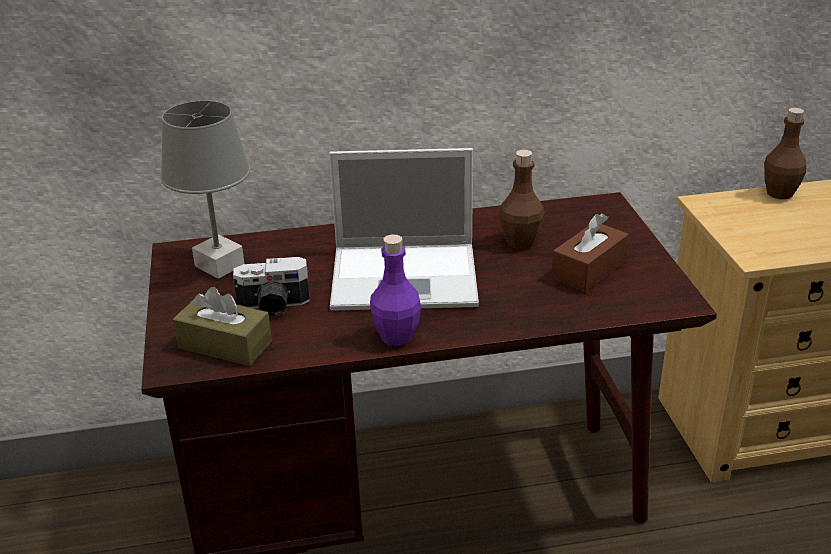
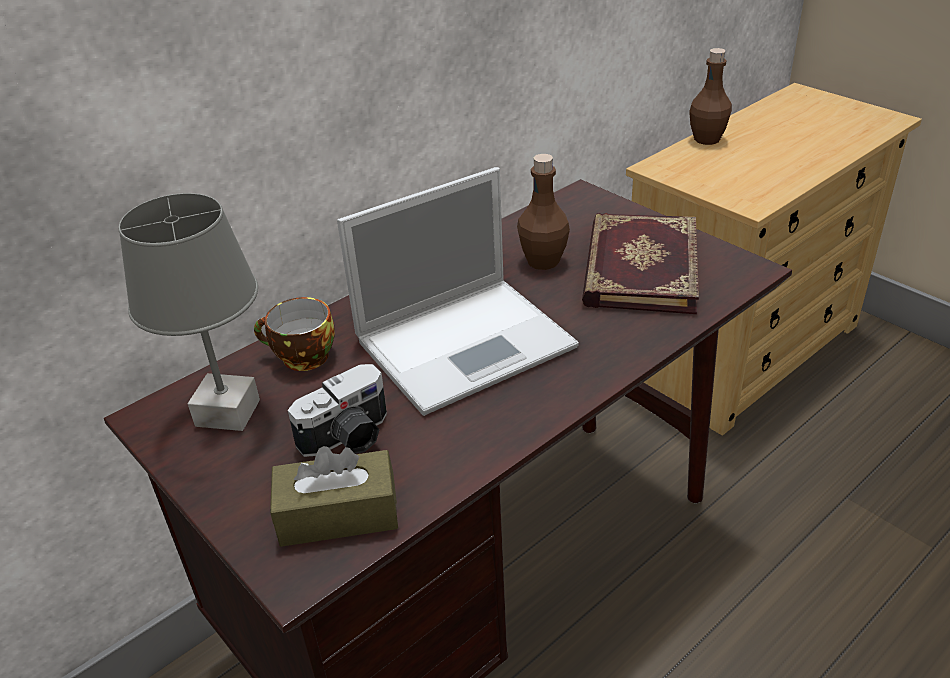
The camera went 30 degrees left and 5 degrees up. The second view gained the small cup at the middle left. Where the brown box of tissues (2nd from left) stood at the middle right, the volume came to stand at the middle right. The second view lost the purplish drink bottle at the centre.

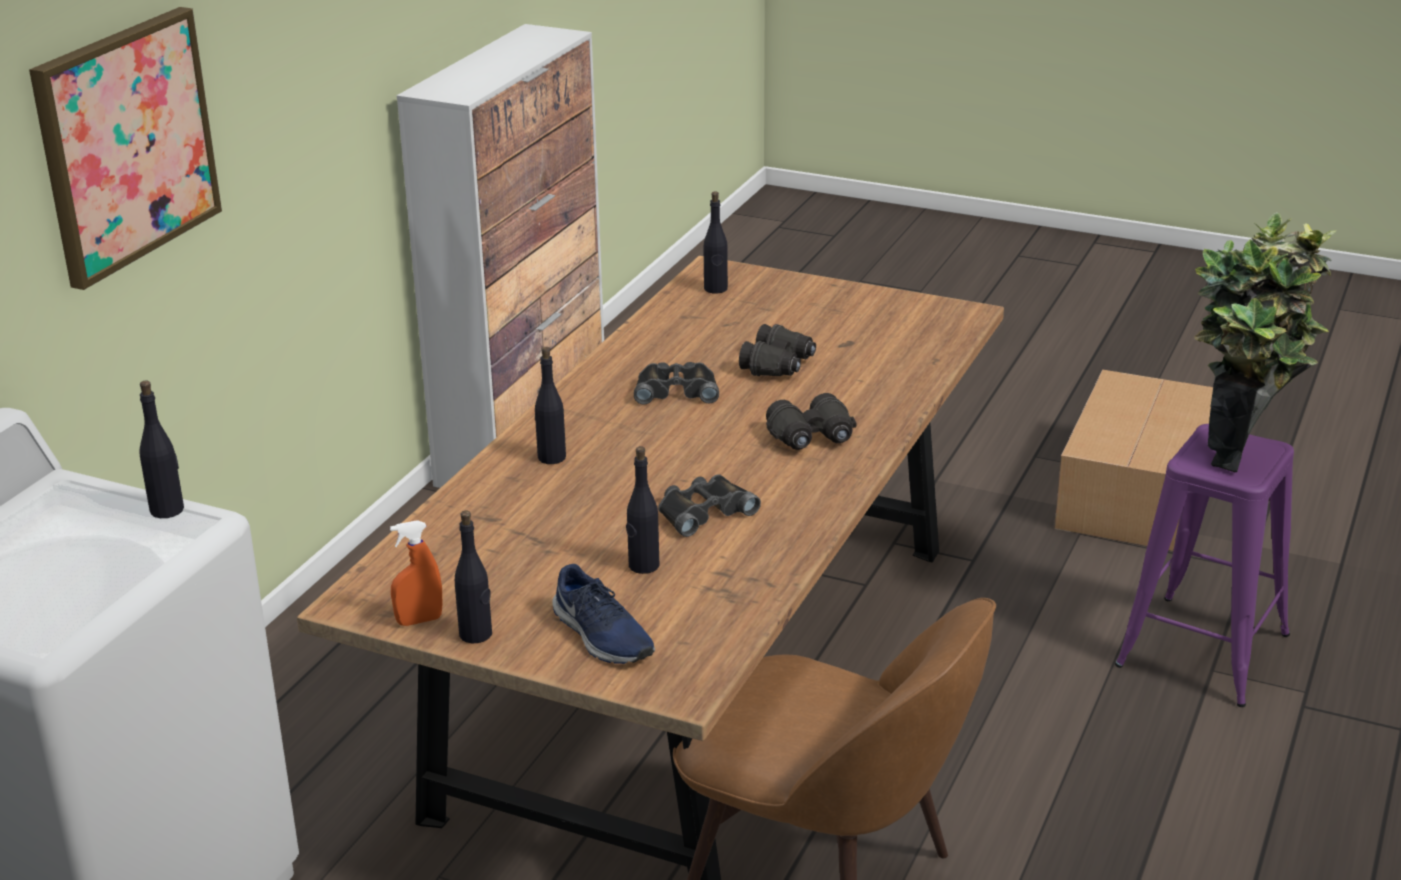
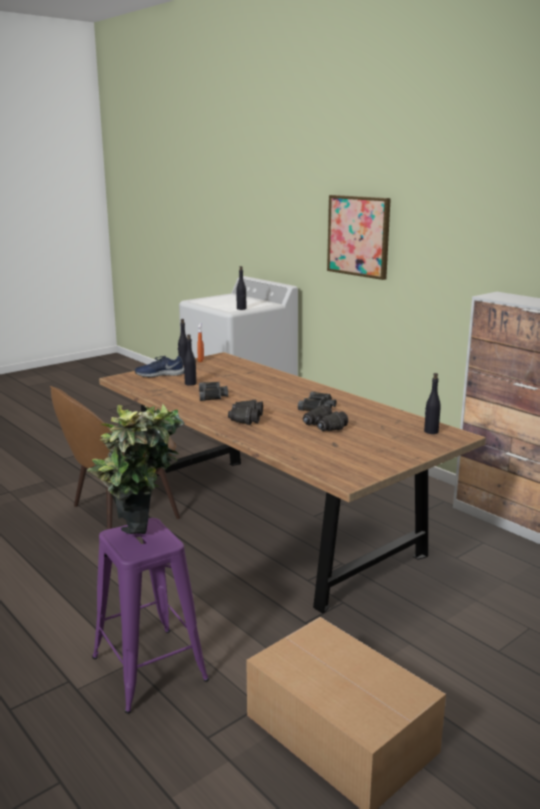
The camera went 115 degrees right and 10 degrees down. The second view lost the black-coloured drink bottle (3rd from left) at the centre.

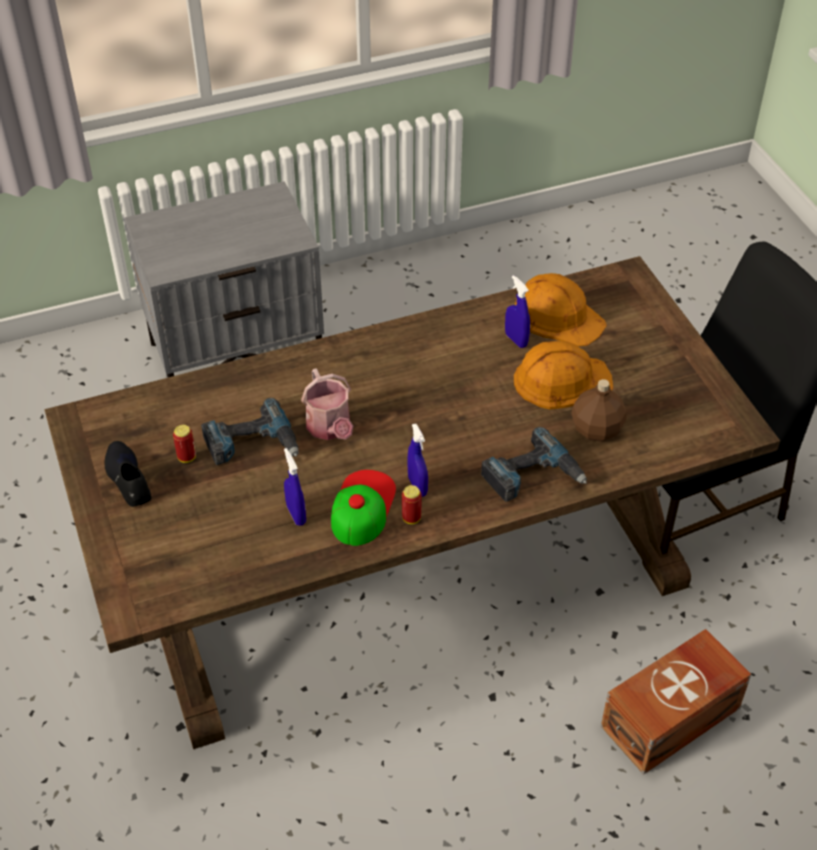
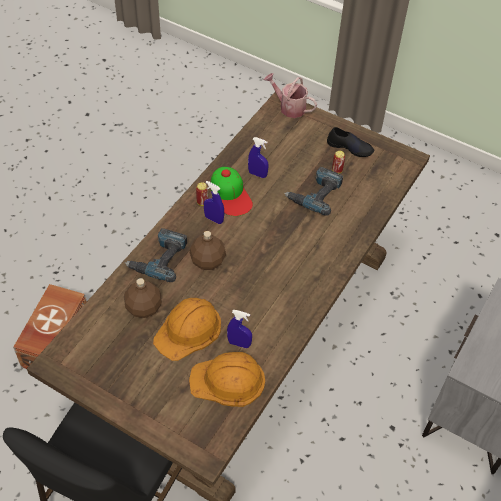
The camera went 140 degrees right and 5 degrees up. The second view gained the brown drink bottle (2nd from left) at the centre. The watering pot ended up elsewhere, having gone from the centre to the top centre.

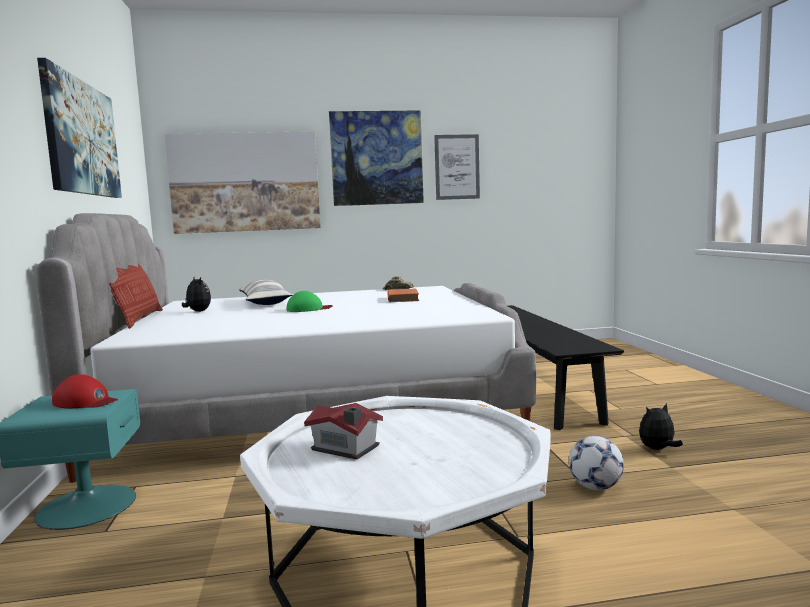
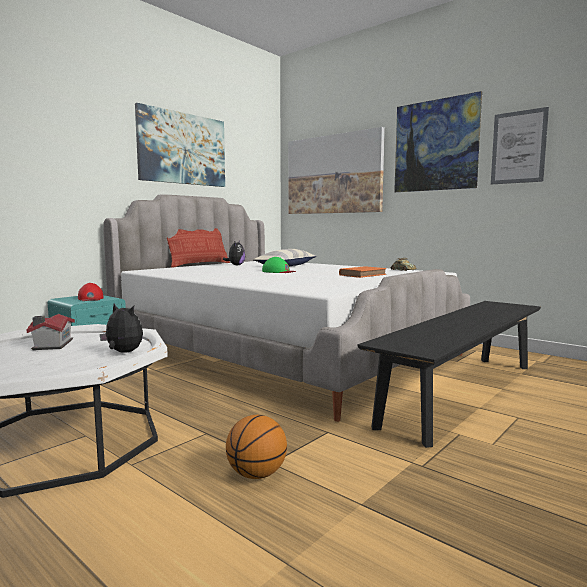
The camera went 50 degrees right and 0 degrees up. The soft toy (2nd from left in the first image) ended up elsewhere, having gone from the bottom right to the middle left. Where the football stood at the bottom right, the basketball ball came to stand at the bottom centre.

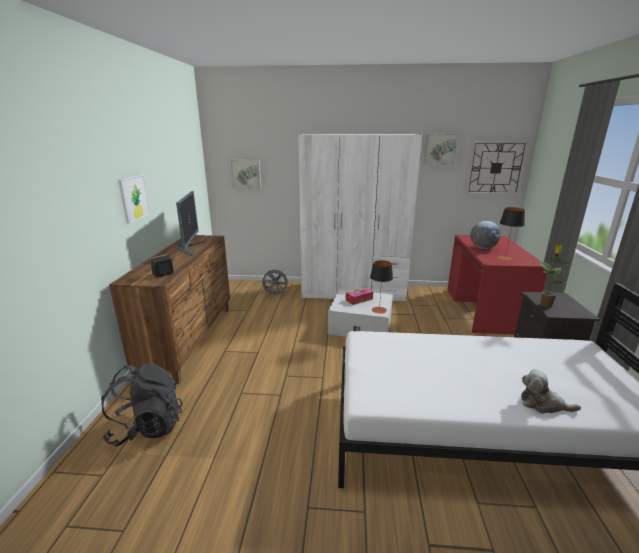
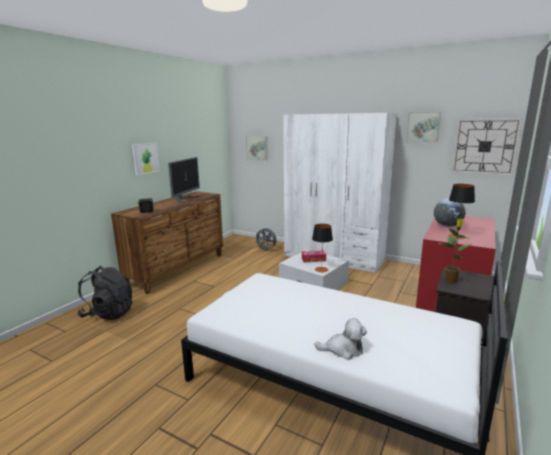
The camera went 25 degrees right and 5 degrees down. The soft toy at the bottom right ended up facing another way, 135 degrees clockwise from before.

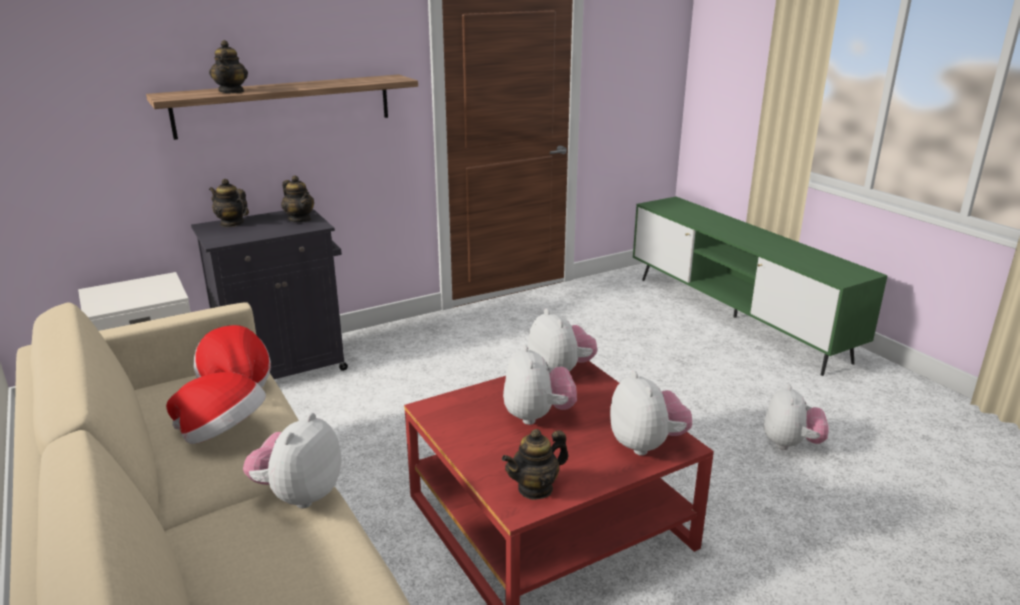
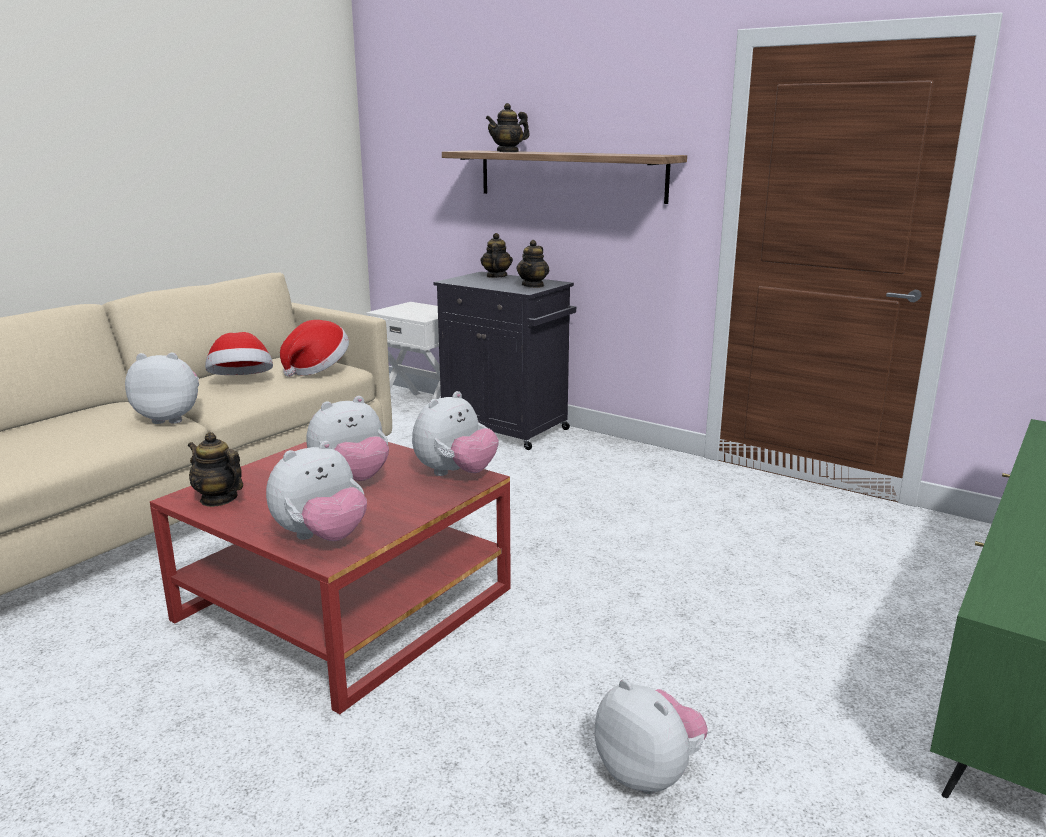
The camera went 65 degrees right and 5 degrees down. The soft toy (5th from left) at the bottom right ended up facing another way, 120 degrees counterclockwise from before.

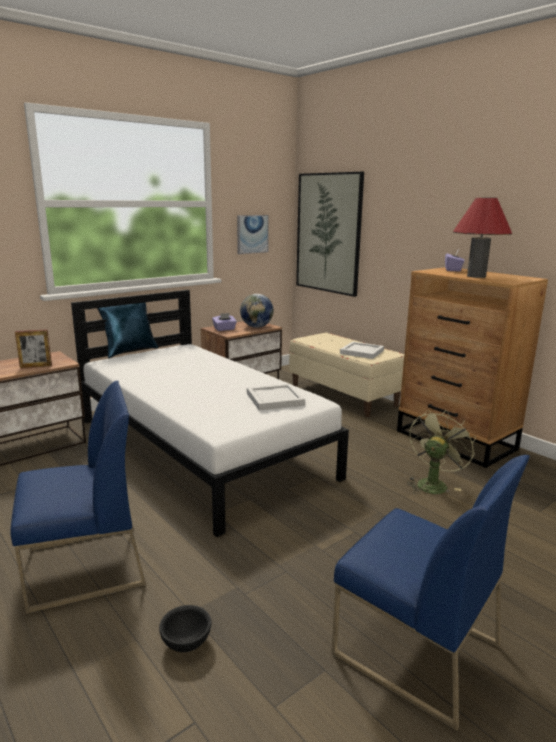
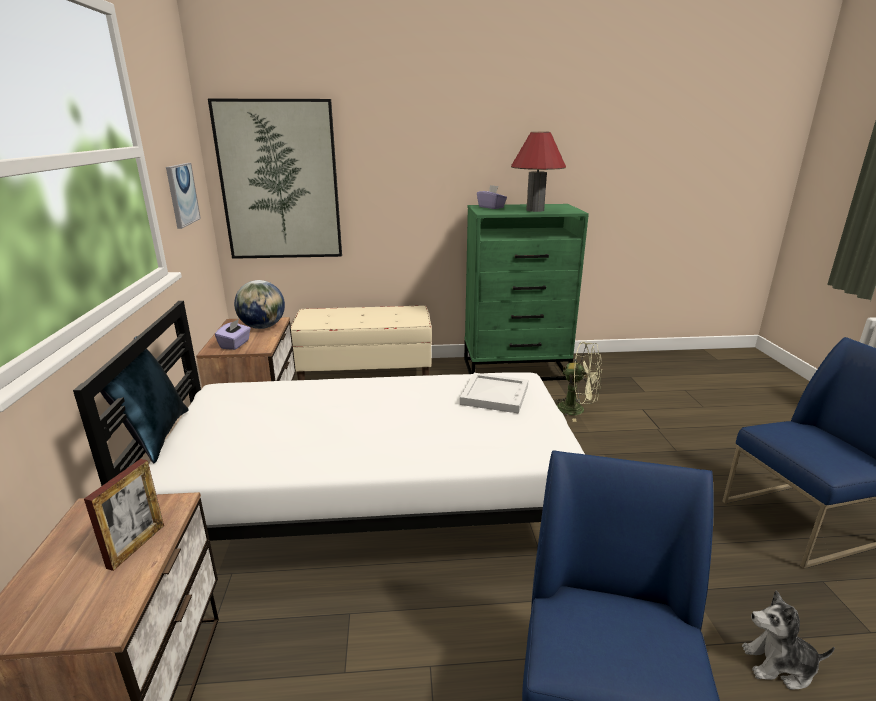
The camera went 55 degrees left and 5 degrees up. What was the brown drawer chest at the middle right turned into the green-coloured drawer chest at the centre. The green-coloured electric fan at the middle right ended up facing another way, 135 degrees clockwise from before. Where the black-coloured serving bowl stood at the bottom left, the soft toy came to stand at the bottom right. The second view lost the white carrying tray (2nd from left) at the centre.

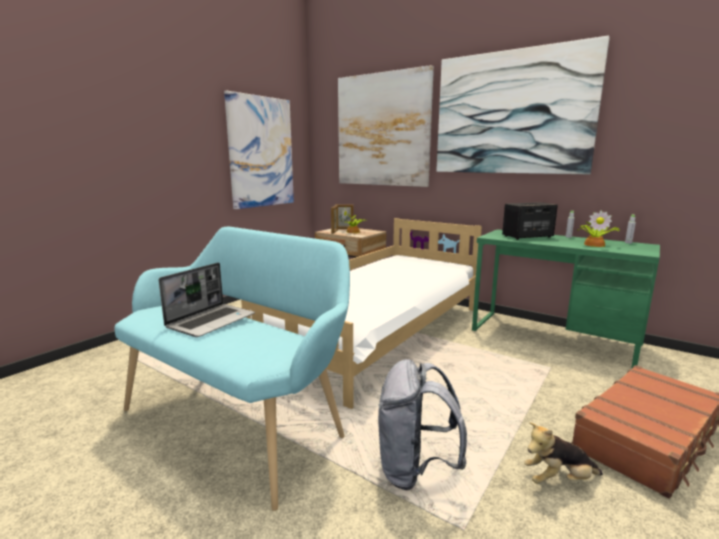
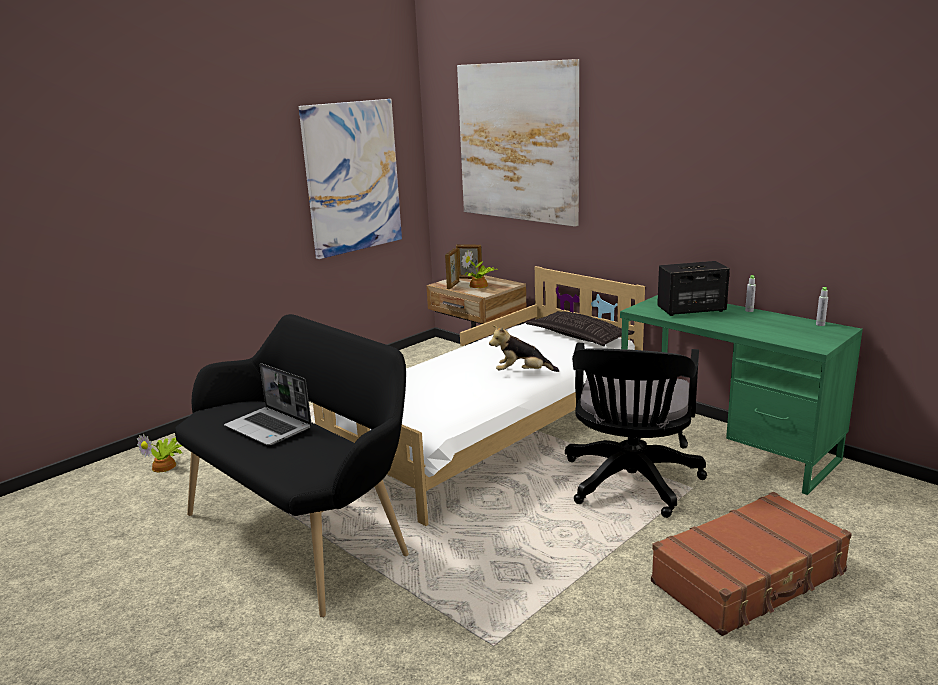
The camera went 10 degrees right and 5 degrees up. The potted plant (2nd from left in the first image) ended up elsewhere, having gone from the middle right to the middle left. What was the turquoise-coloured indoor bench at the bottom left turned into the black-coloured indoor bench at the bottom left. The notebook computer at the middle left ended up facing another way, 90 degrees clockwise from before. The soft toy ended up elsewhere, having gone from the bottom right to the centre. The second view gained the throw pillow at the centre. The second view gained the black-coloured desk chair at the middle right. The second view lost the greyish rucksack at the bottom centre. The second view lost the picture (3rd from left) at the top right.

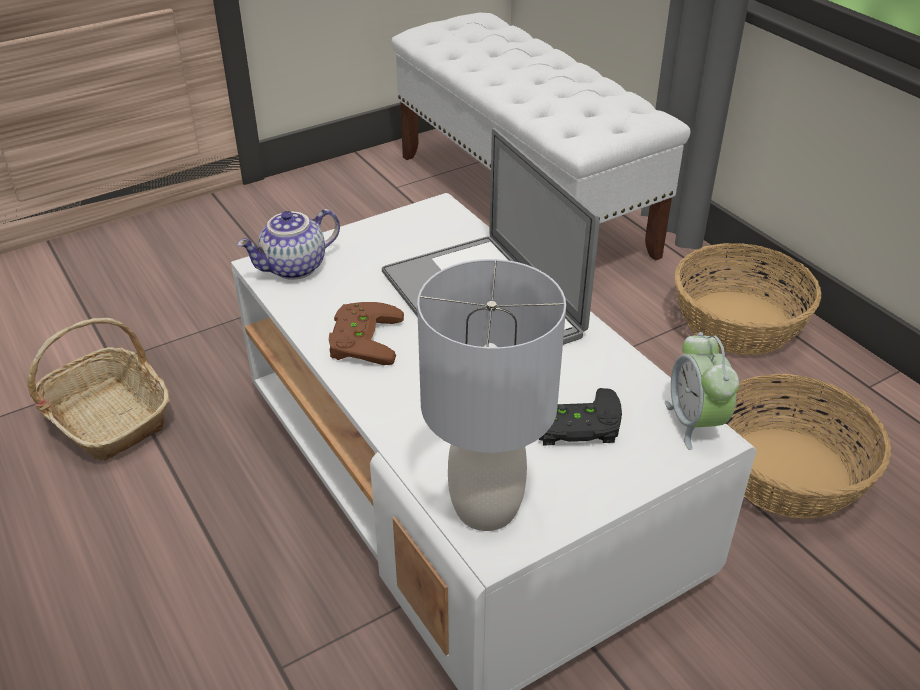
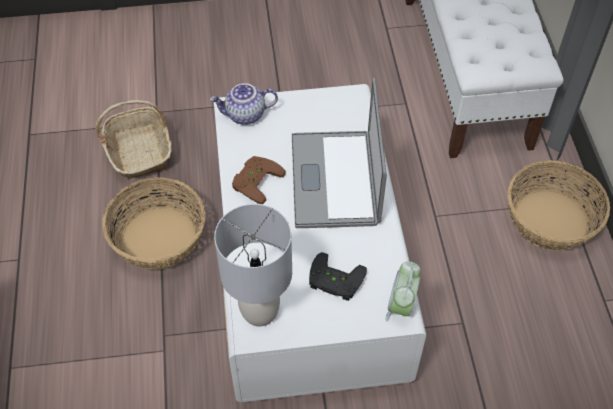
The camera went 25 degrees right and 15 degrees up. The household basket (3rd from left in the first image) ended up elsewhere, having gone from the middle right to the middle left.

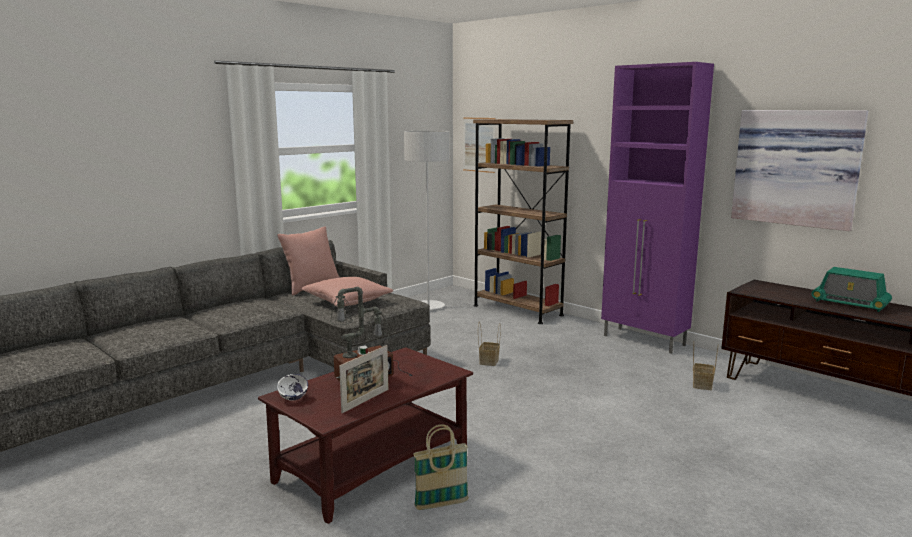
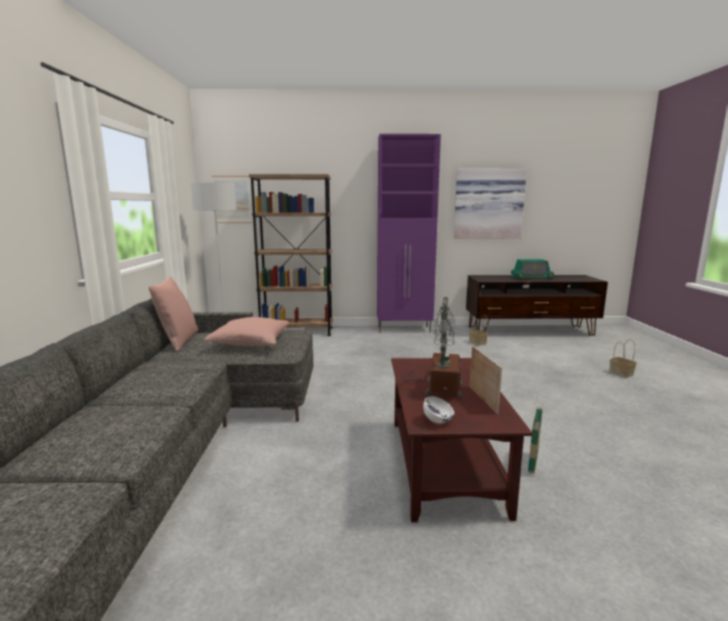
The camera went 45 degrees left and 0 degrees up. The household basket (2nd from left in the first image) ended up elsewhere, having gone from the centre to the middle right.

